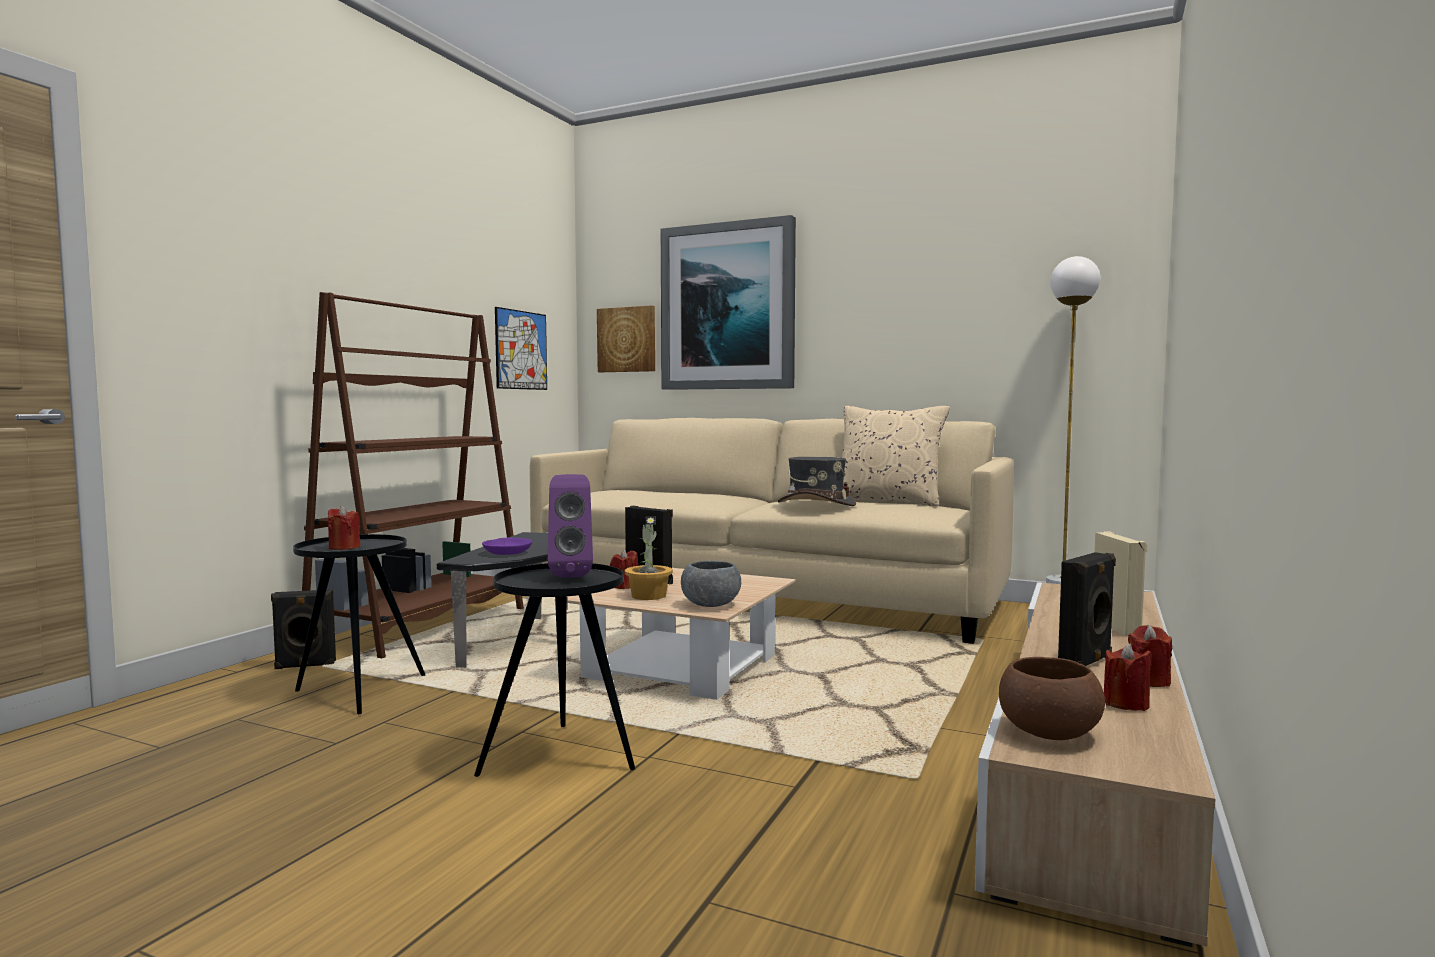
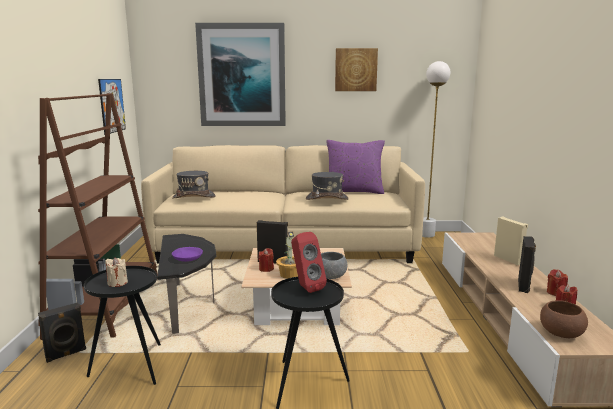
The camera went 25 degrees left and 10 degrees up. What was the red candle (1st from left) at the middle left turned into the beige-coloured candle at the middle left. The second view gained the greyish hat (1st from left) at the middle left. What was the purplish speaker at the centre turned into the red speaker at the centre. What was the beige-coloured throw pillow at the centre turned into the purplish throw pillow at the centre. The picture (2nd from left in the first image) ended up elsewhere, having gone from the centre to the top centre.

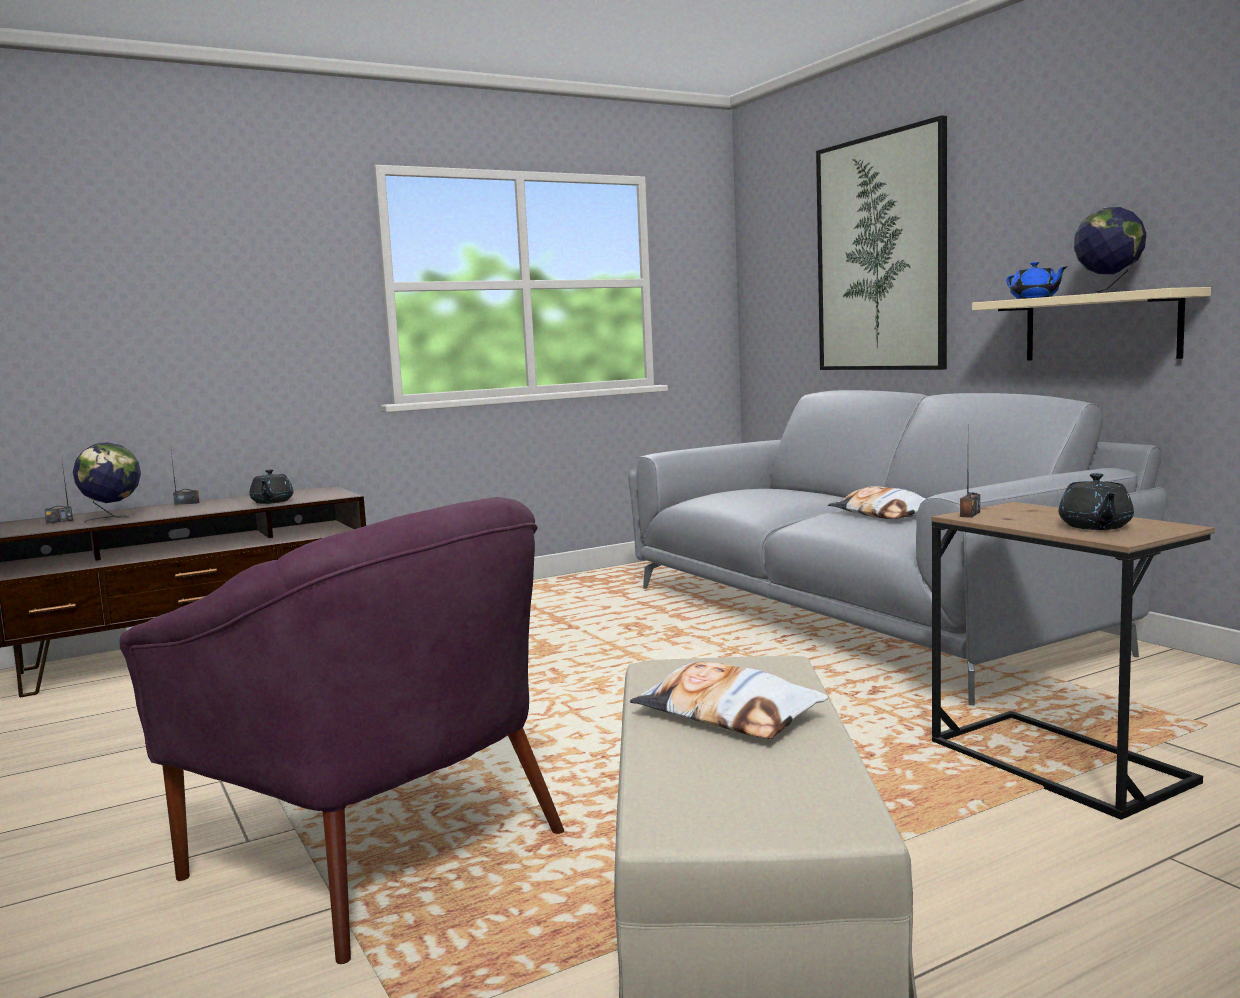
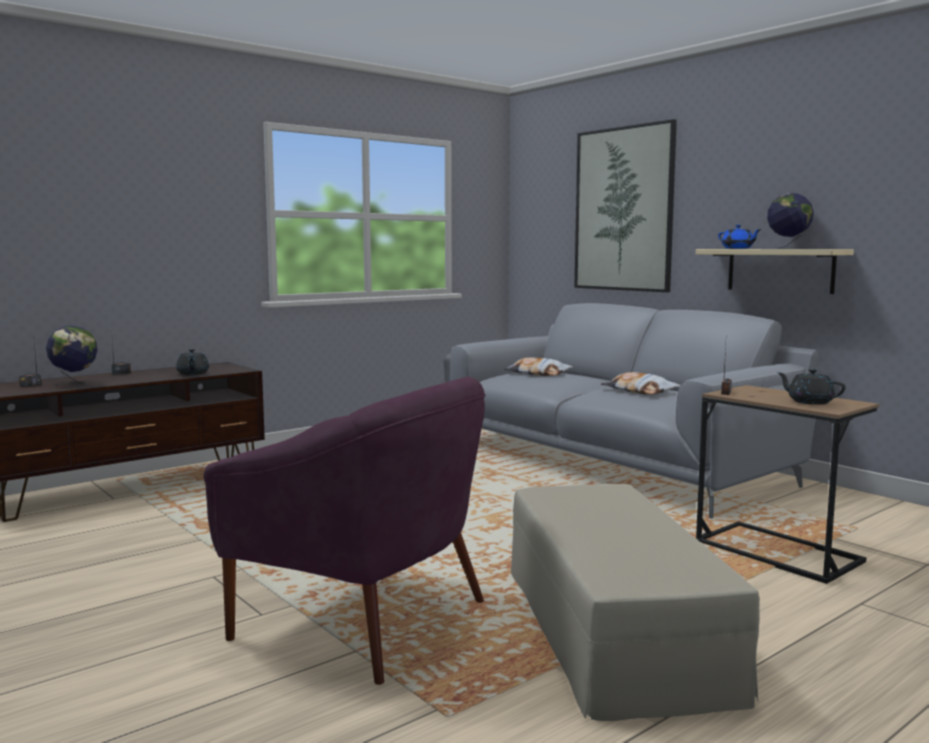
The camera went 10 degrees left and 0 degrees up. The throw pillow (1st from left) ended up elsewhere, having gone from the bottom centre to the centre. The black-coloured tea pot (2nd from left) at the middle right ended up facing another way, 135 degrees clockwise from before.

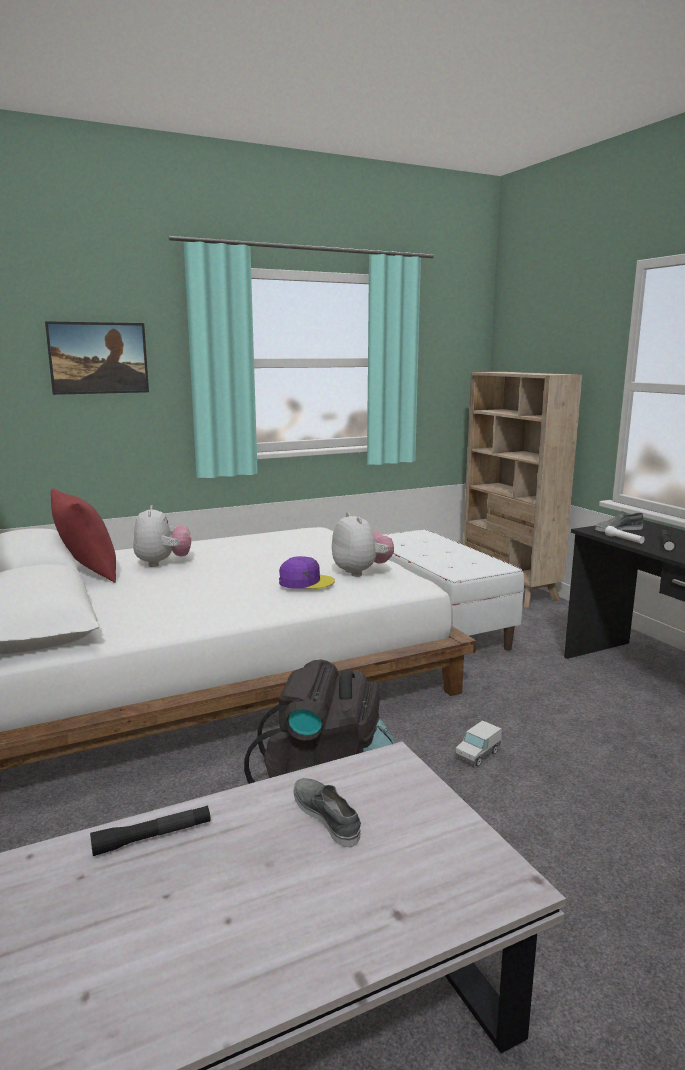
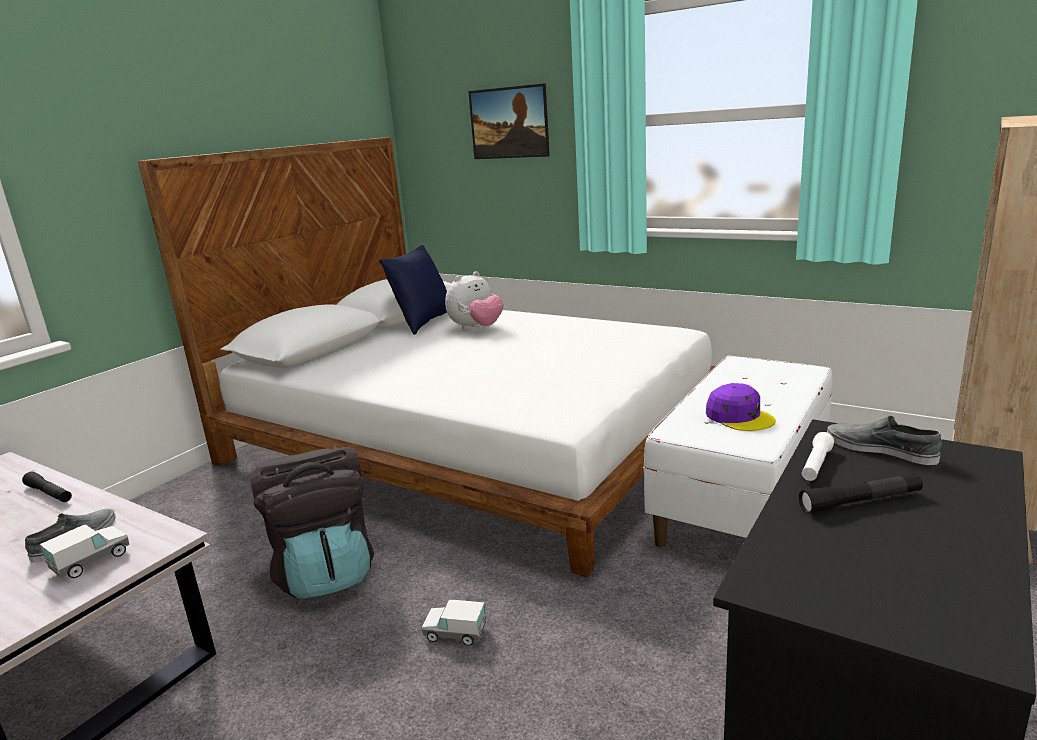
The camera went 60 degrees right and 5 degrees up. The second view gained the model truck (1st from left) at the bottom left. What was the red throw pillow at the middle left turned into the blue throw pillow at the centre. The purplish baseball cap ended up elsewhere, having gone from the centre to the middle right. The second view lost the soft toy (2nd from left) at the centre.

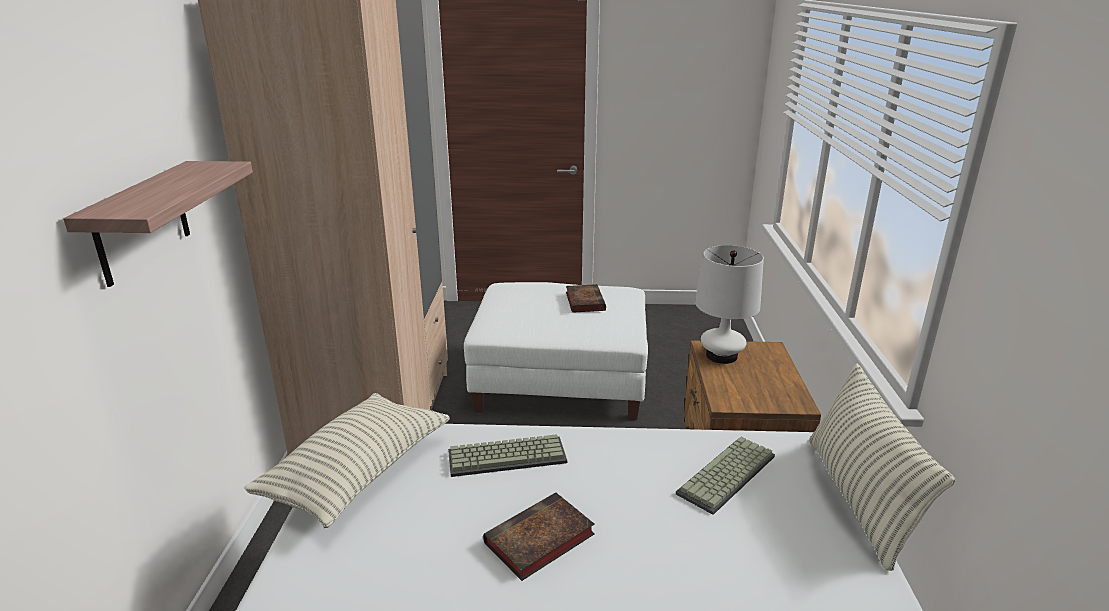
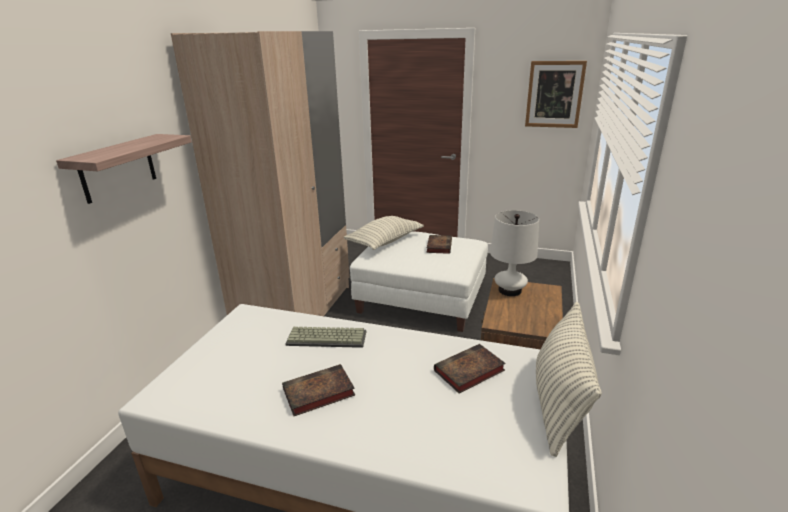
The camera went 15 degrees right and 0 degrees up. The throw pillow (1st from left) ended up elsewhere, having gone from the bottom left to the centre. Where the PC keyboard (2nd from left) stood at the bottom centre, the volume (3rd from left) came to stand at the bottom centre. The second view gained the picture at the top right.

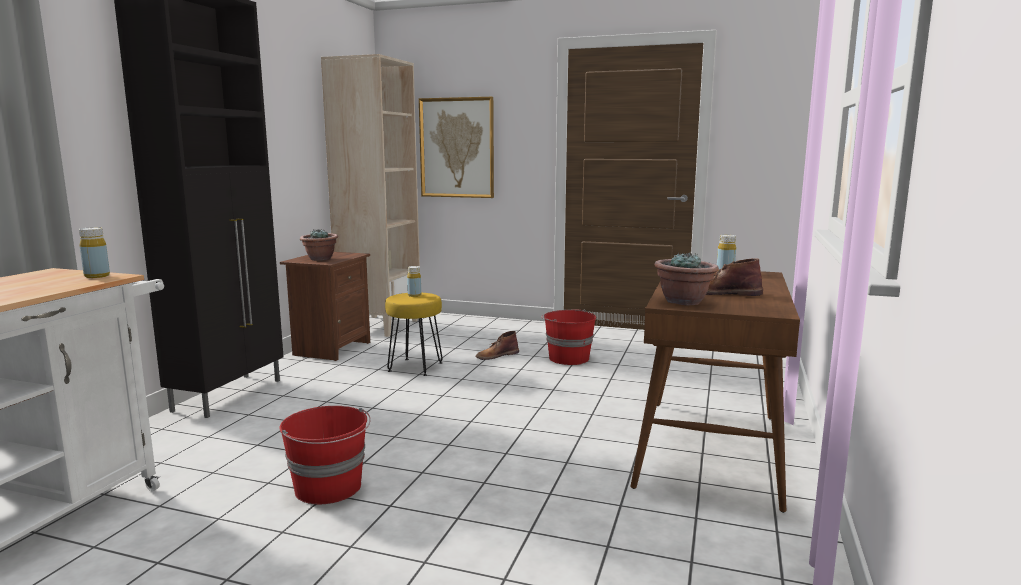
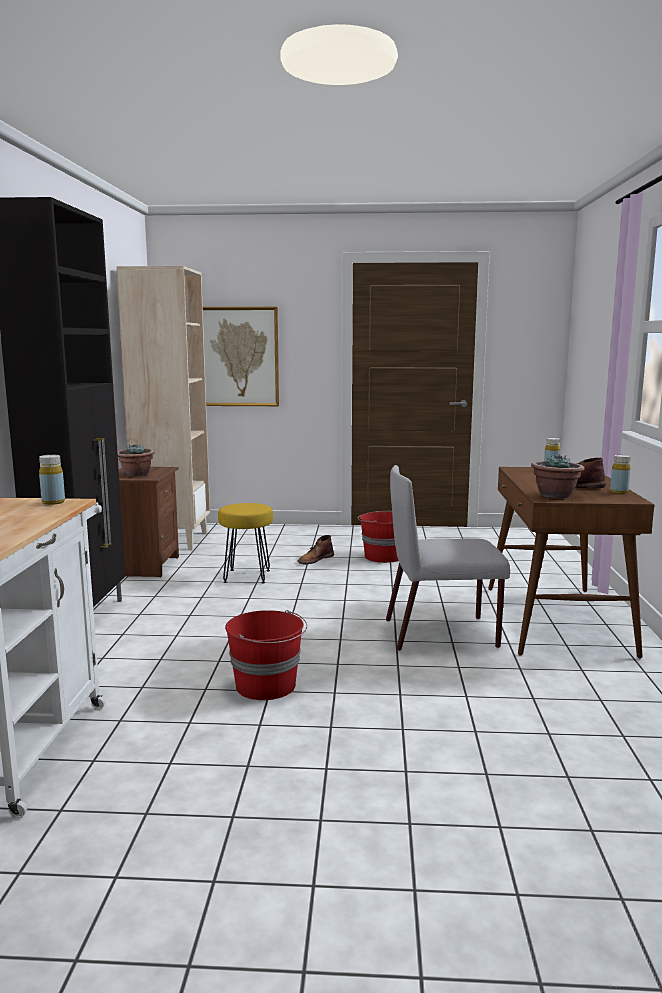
The camera went 15 degrees left and 0 degrees up. The second view gained the greyish upright chair at the middle right. The yellow-coloured drink bottle (2nd from left in the first image) ended up elsewhere, having gone from the centre to the middle right.

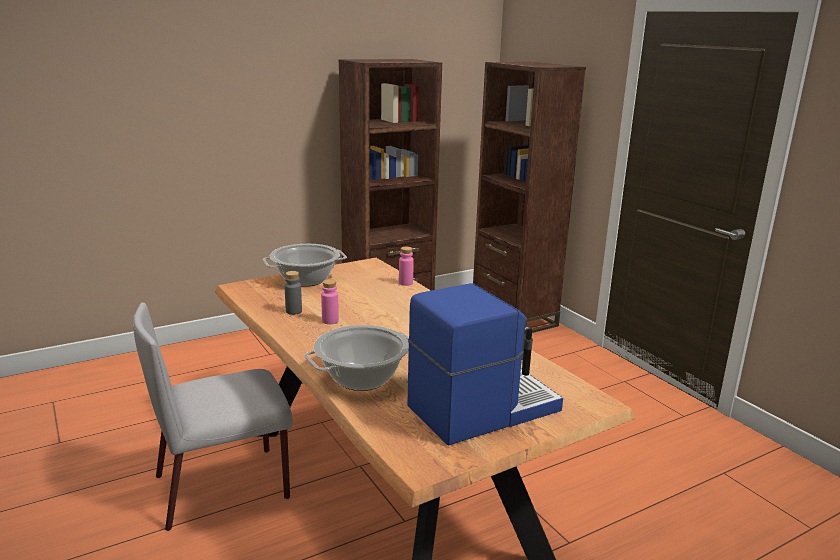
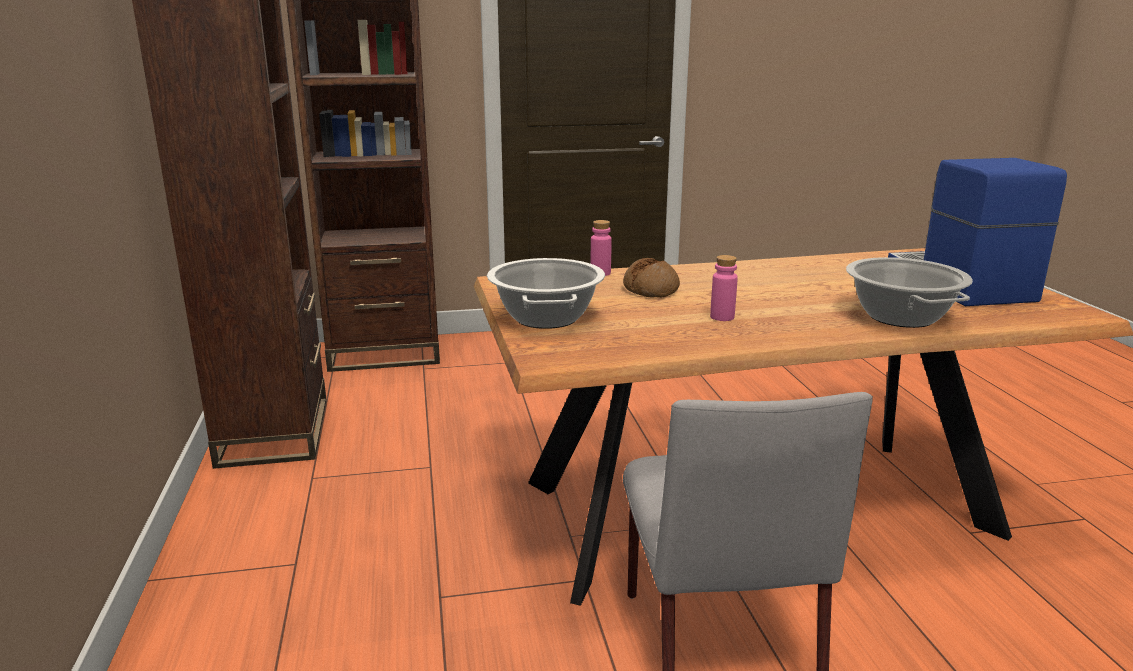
The camera went 70 degrees left and 0 degrees up. The second view gained the bakery bread at the centre. The second view lost the greyish drink bottle at the centre.

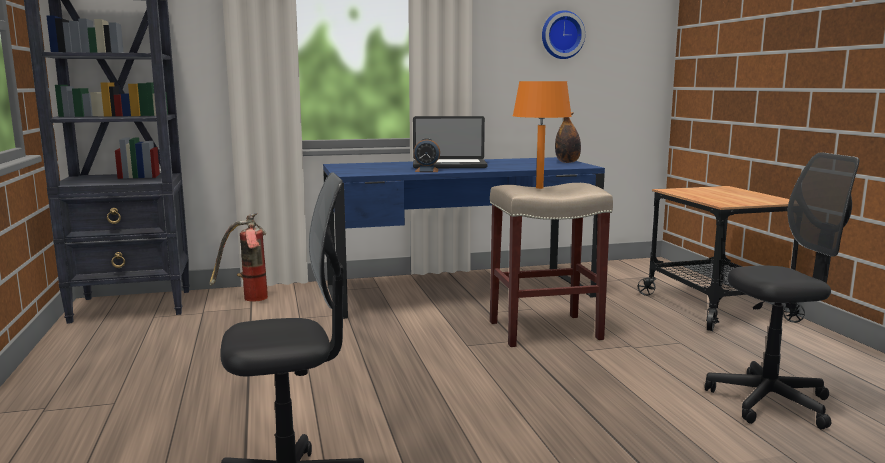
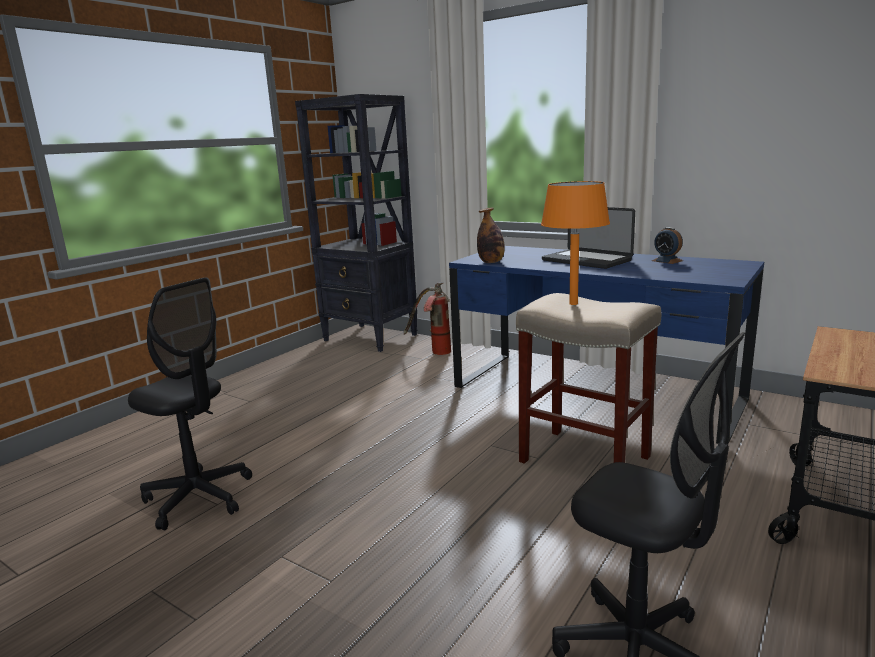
The camera went 50 degrees right and 5 degrees up. The drink bottle ended up elsewhere, having gone from the top centre to the centre. The bedside clock ended up elsewhere, having gone from the centre to the middle right. The second view lost the wall clock at the top centre.

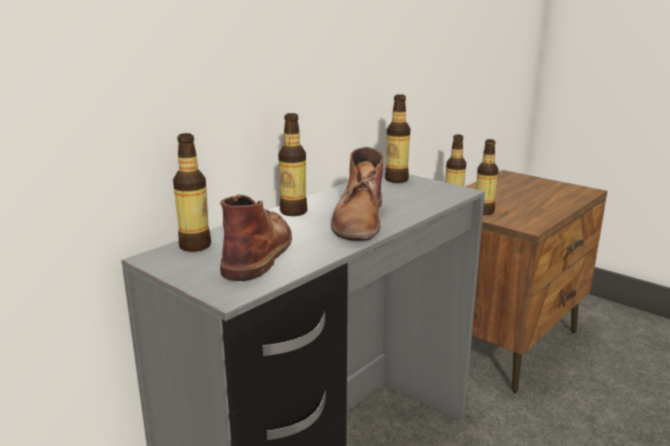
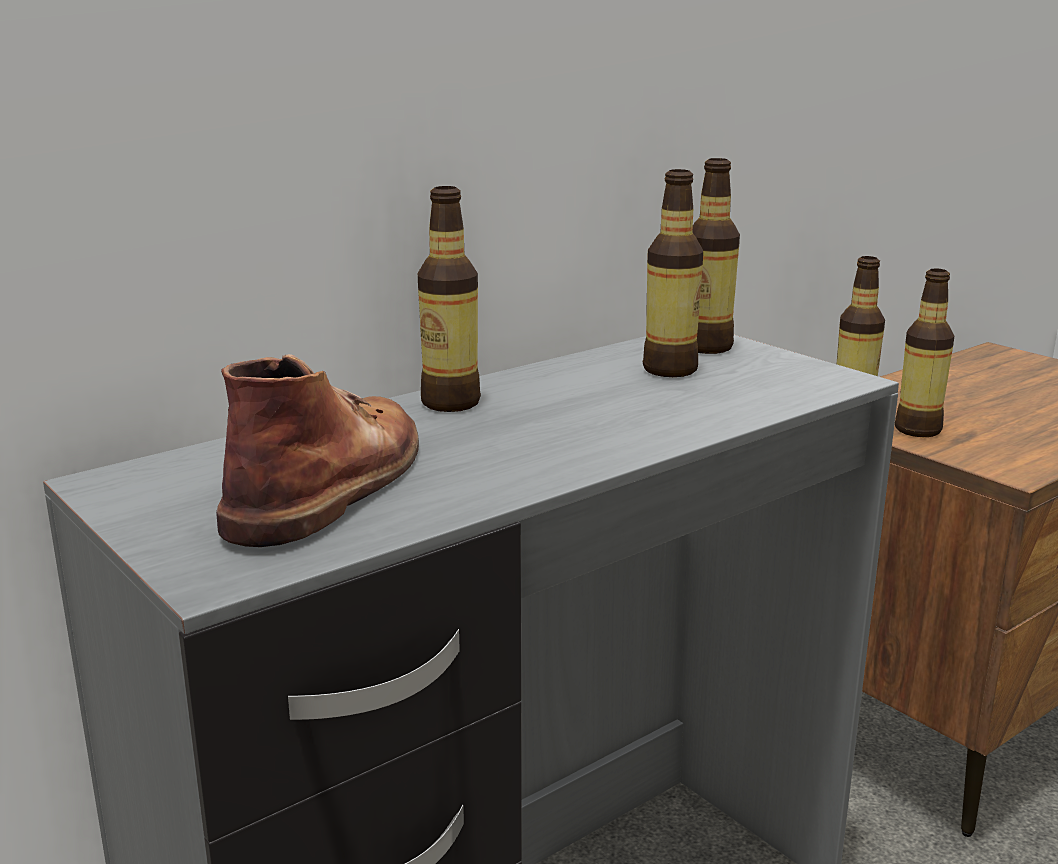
The camera went 10 degrees right and 0 degrees up. The drink bottle (1st from left in the first image) ended up elsewhere, having gone from the middle left to the top centre. The second view lost the brown high-top boot (2nd from left) at the centre.

